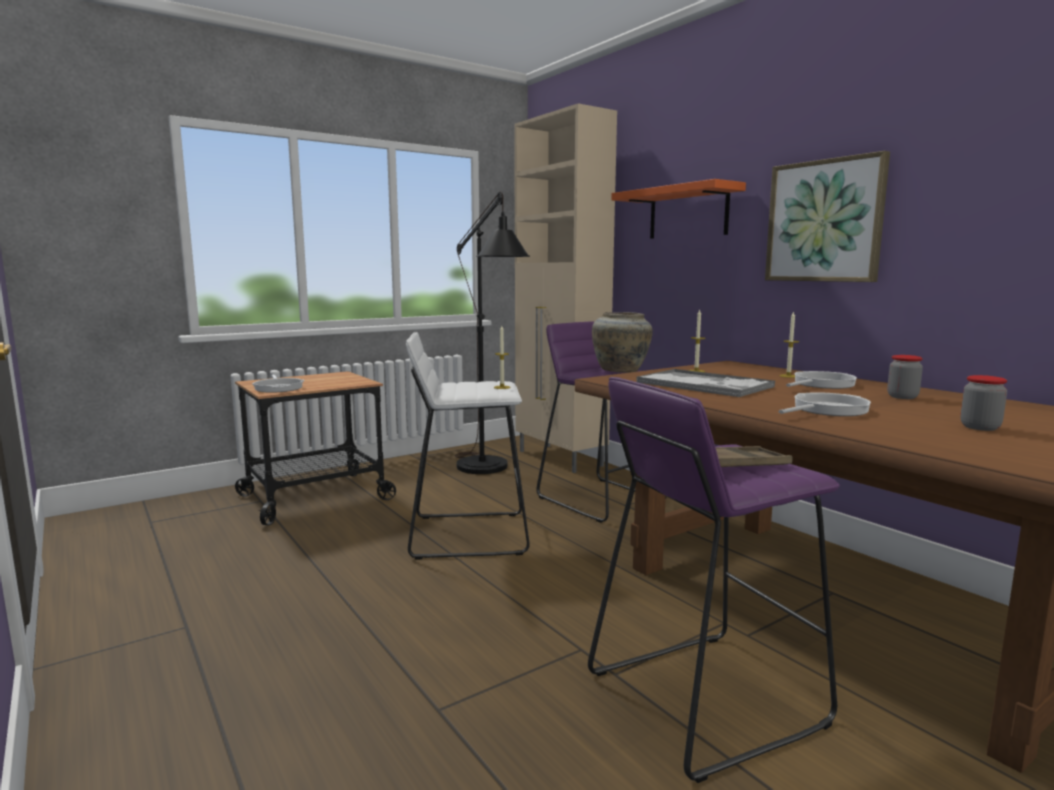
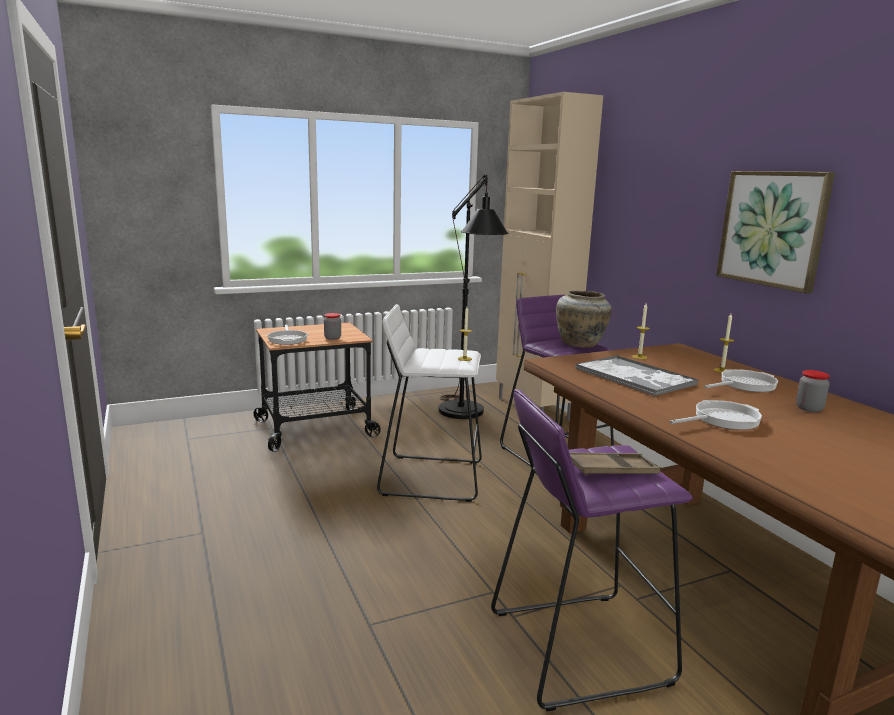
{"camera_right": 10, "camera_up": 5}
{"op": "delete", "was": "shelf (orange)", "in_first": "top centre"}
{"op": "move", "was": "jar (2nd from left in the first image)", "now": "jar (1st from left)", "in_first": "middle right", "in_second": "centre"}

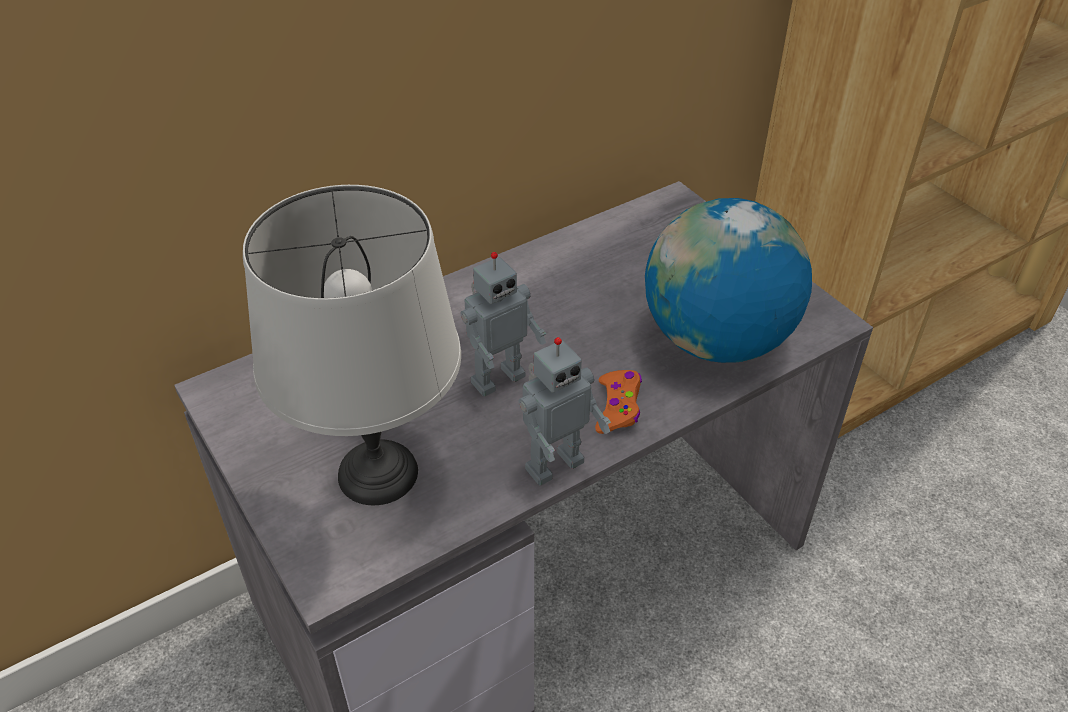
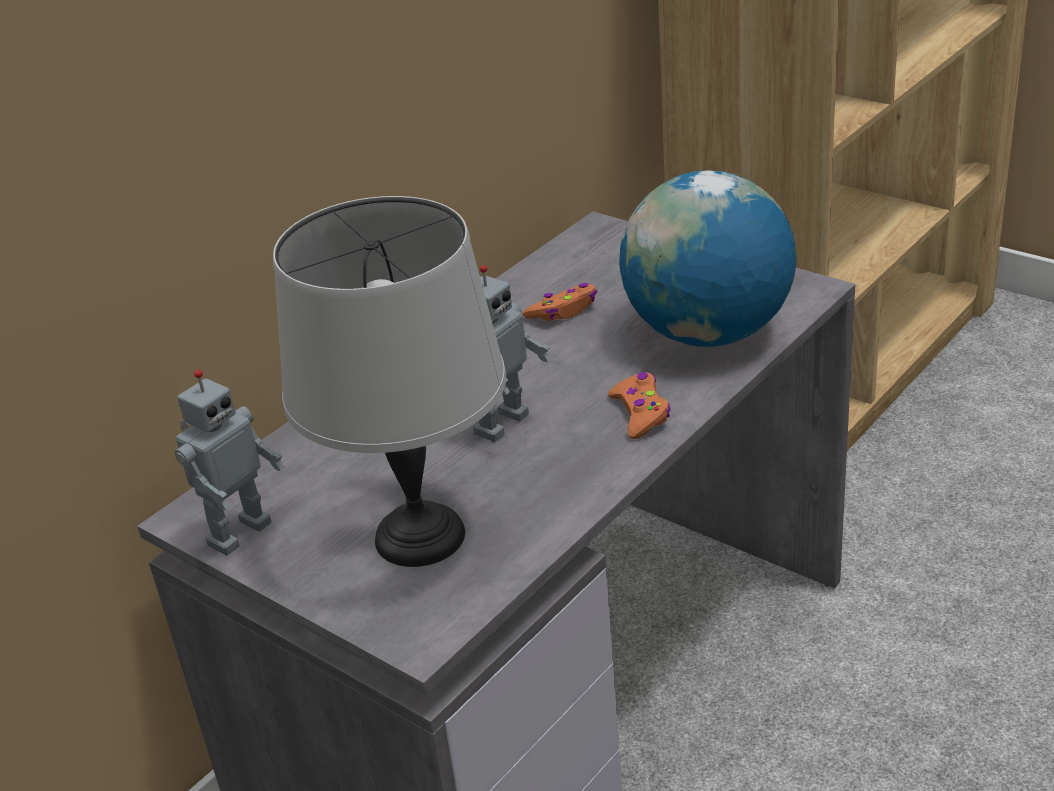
{"camera_right": -15, "camera_up": -10}
{"op": "move", "was": "toy robot (2nd from left in the first image)", "now": "toy robot (1st from left)", "in_first": "centre", "in_second": "middle left"}
{"op": "insert", "now": "game controller (orange) (1st from left)", "in_second": "centre"}

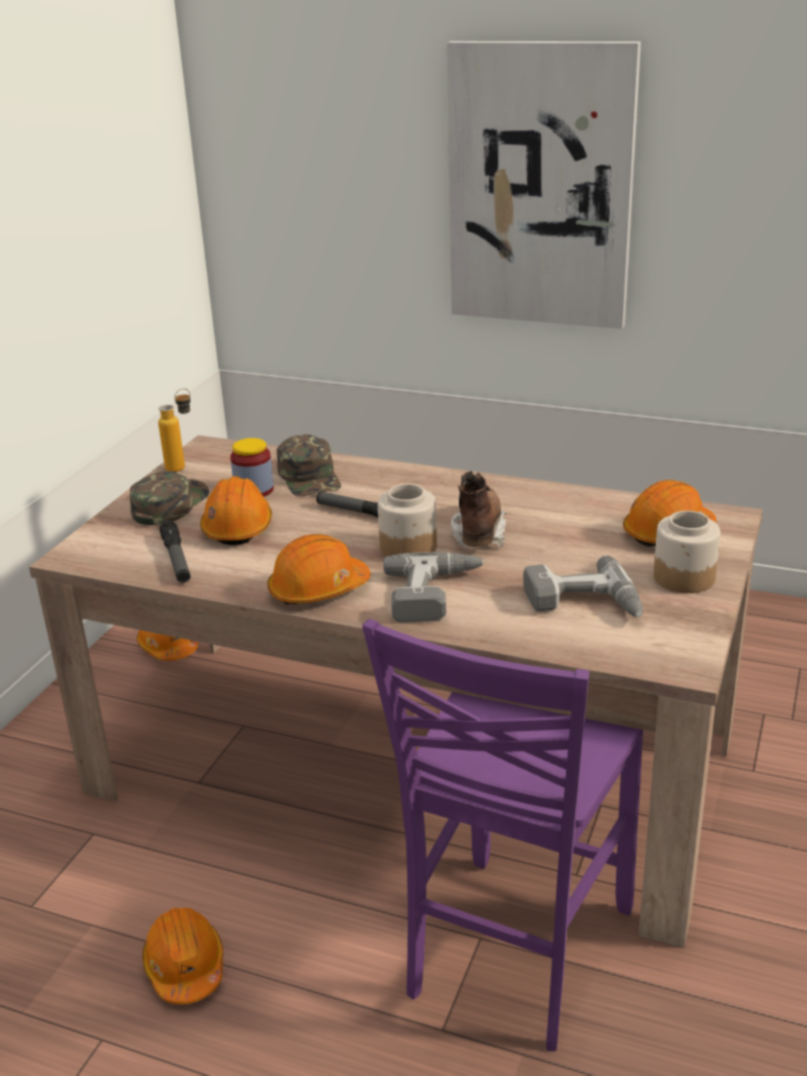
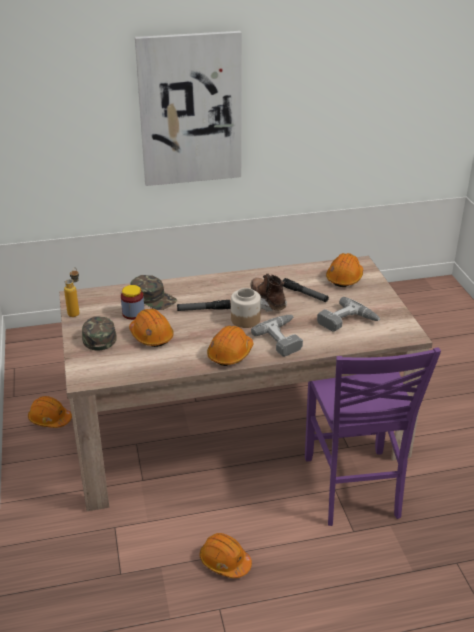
{"camera_right": -35, "camera_up": 5}
{"op": "move", "was": "flashlight (1st from left in the first image)", "now": "flashlight (2nd from left)", "in_first": "middle left", "in_second": "centre"}
{"op": "delete", "was": "jar (3rd from left)", "in_first": "middle right"}

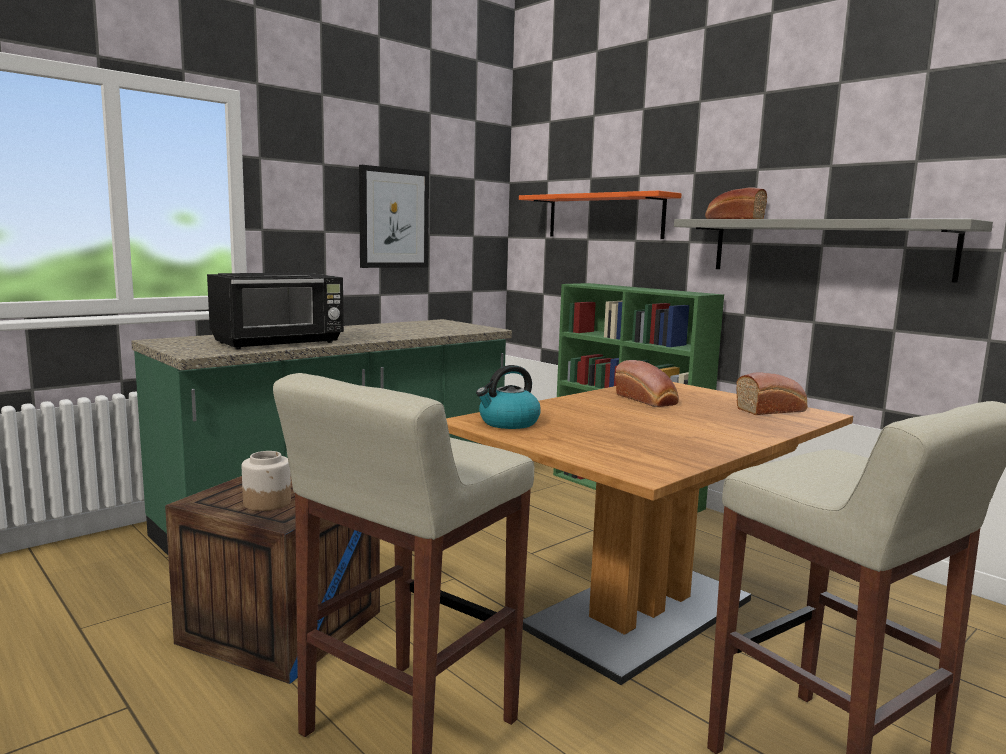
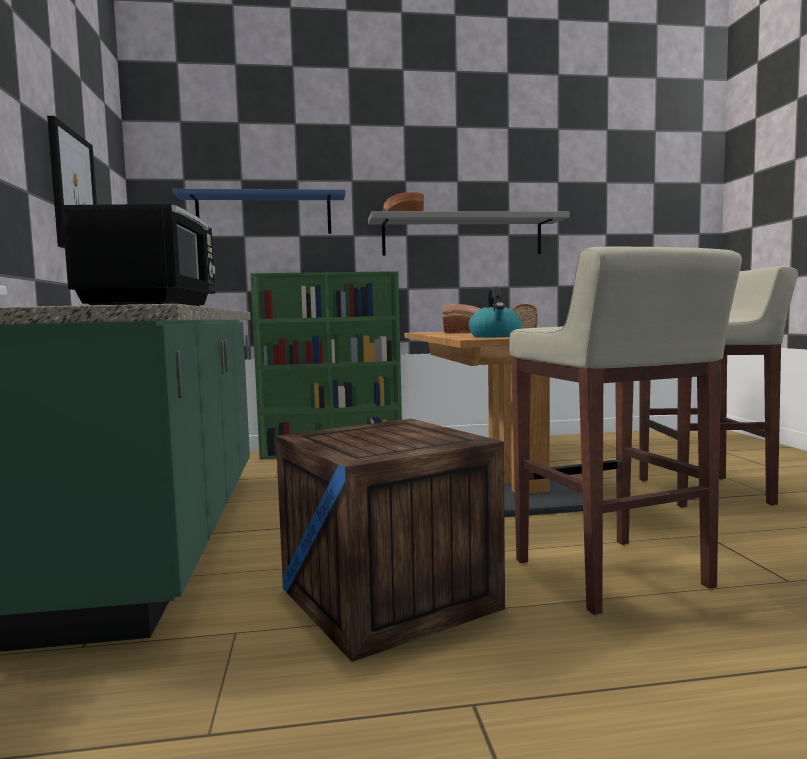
{"camera_right": -55, "camera_up": -5}
{"op": "delete", "was": "jar", "in_first": "middle left"}
{"op": "recolor", "was": "shelf (orange)", "now": "shelf (blue)", "in_first": "top centre", "in_second": "top left"}

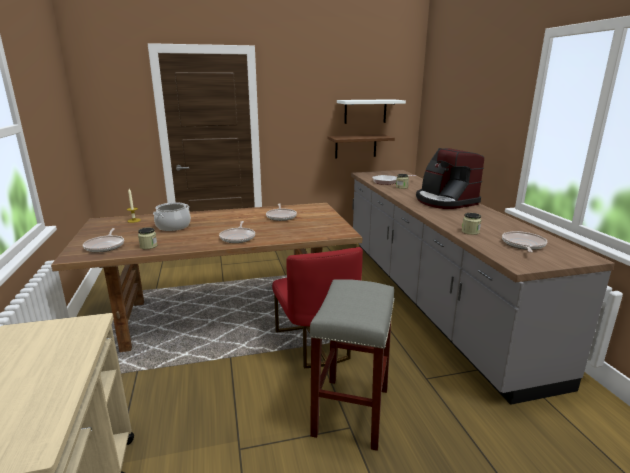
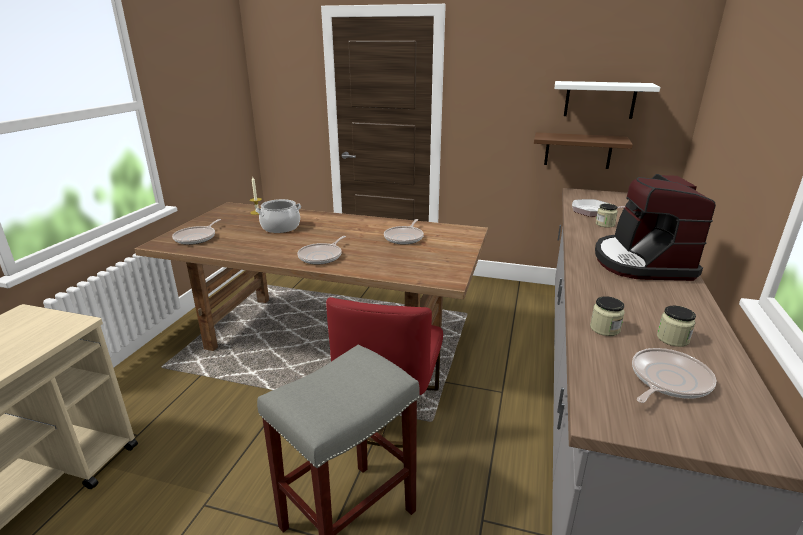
{"camera_right": 30, "camera_up": 5}
{"op": "move", "was": "jar (1st from left in the first image)", "now": "jar (3rd from left)", "in_first": "middle left", "in_second": "middle right"}

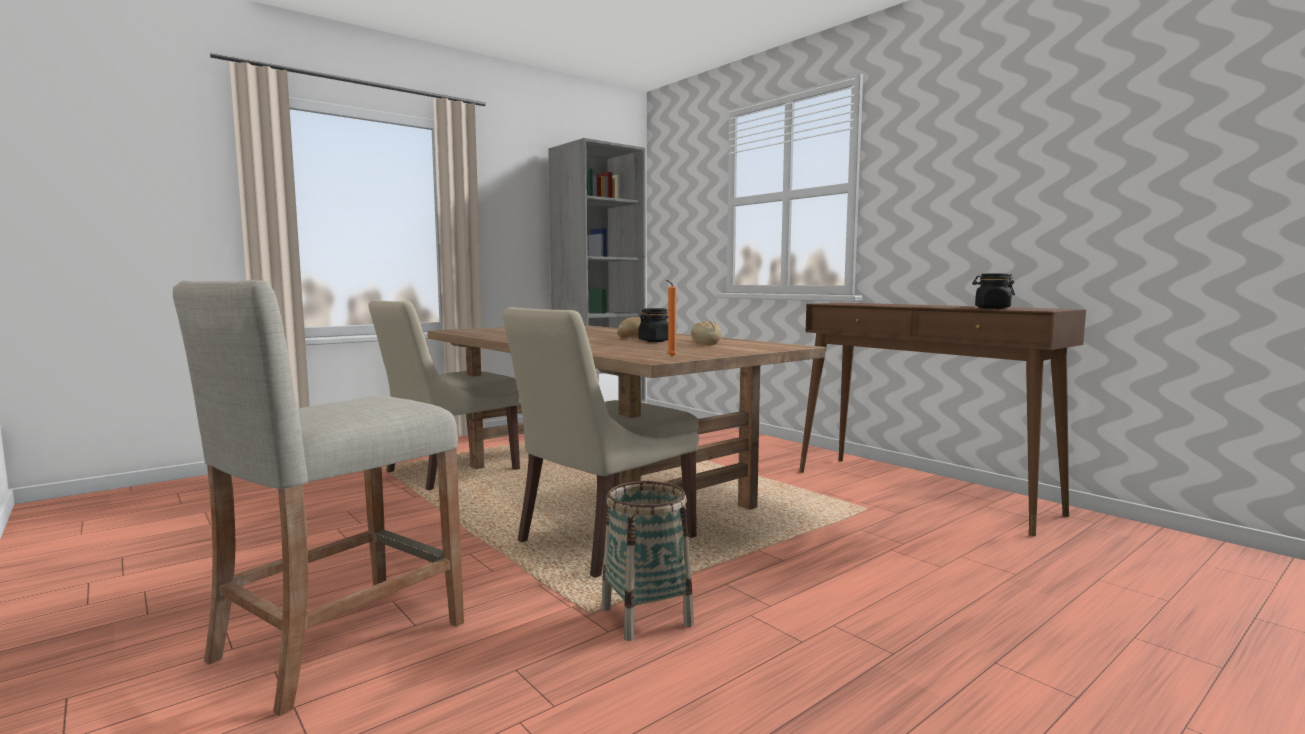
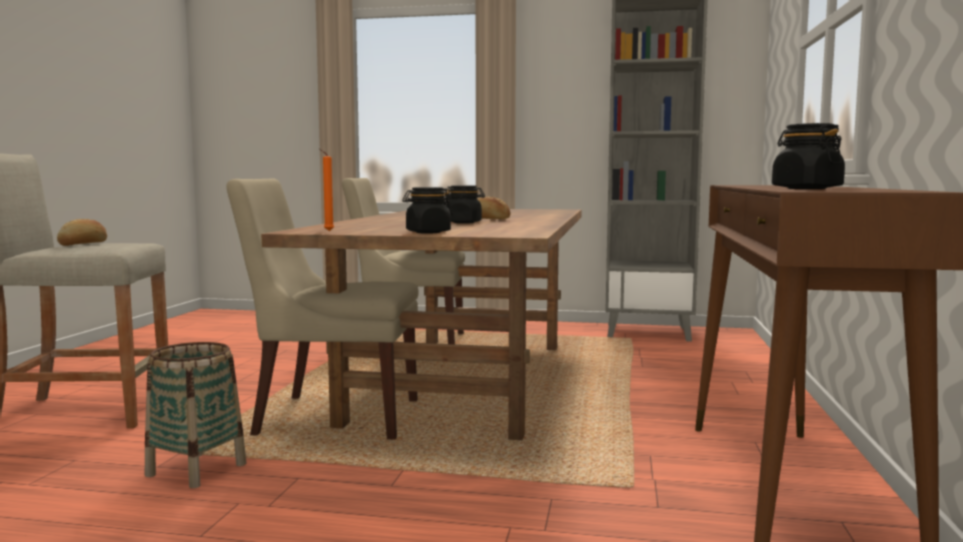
{"camera_right": 50, "camera_up": 0}
{"op": "move", "was": "bread (2nd from left in the first image)", "now": "bread (1st from left)", "in_first": "centre", "in_second": "middle left"}
{"op": "insert", "now": "jar (black) (1st from left)", "in_second": "centre"}

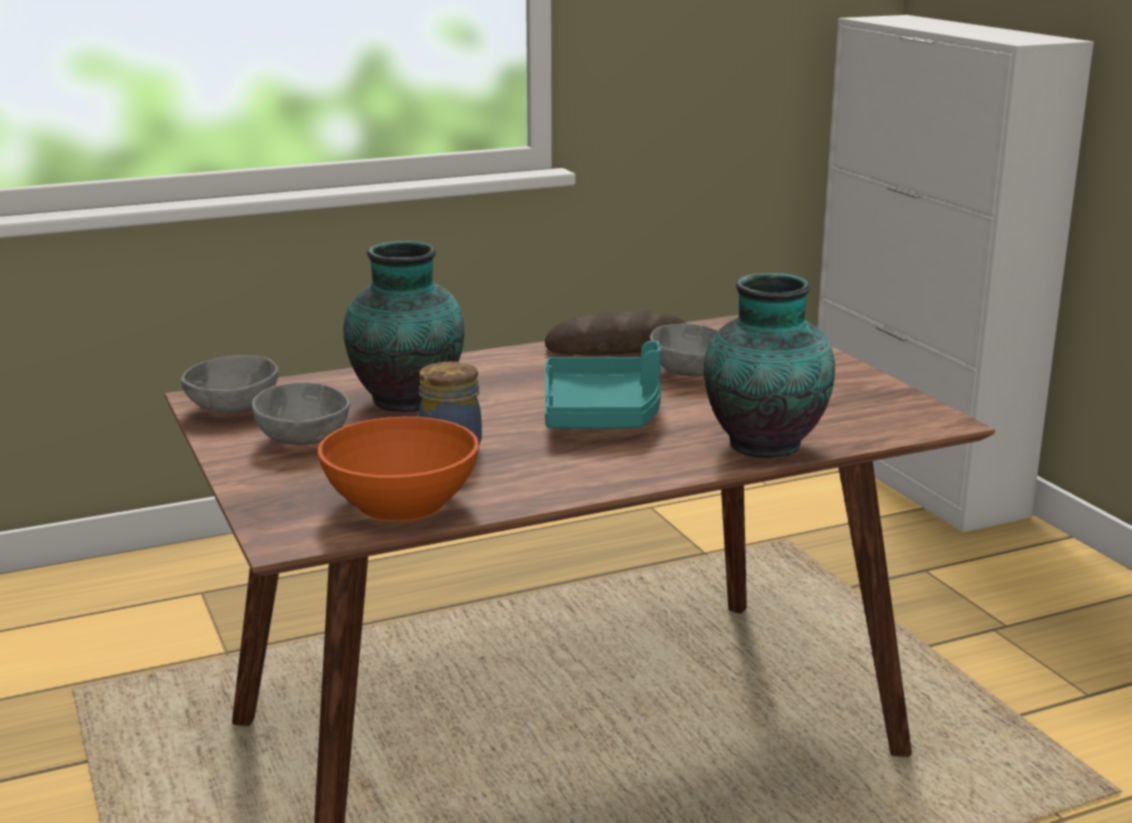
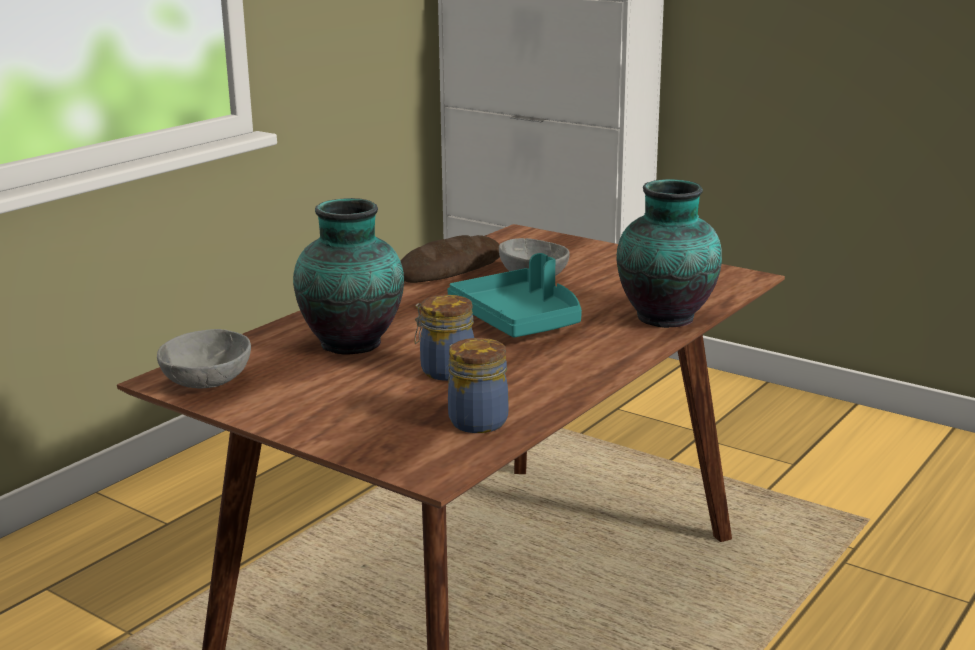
{"camera_right": -30, "camera_up": 0}
{"op": "delete", "was": "bowl (grey) (2nd from left)", "in_first": "middle left"}
{"op": "replace", "was": "bowl (orange)", "now": "jar (2nd from left)", "in_first": "centre", "in_second": "centre"}

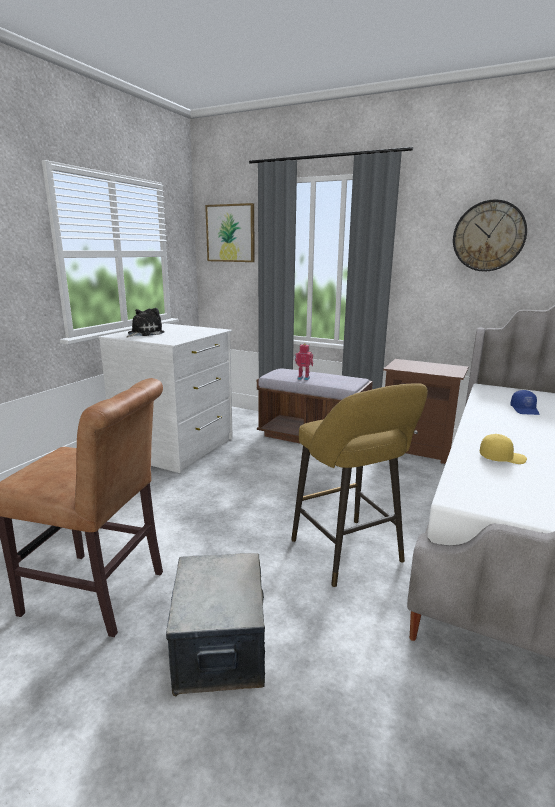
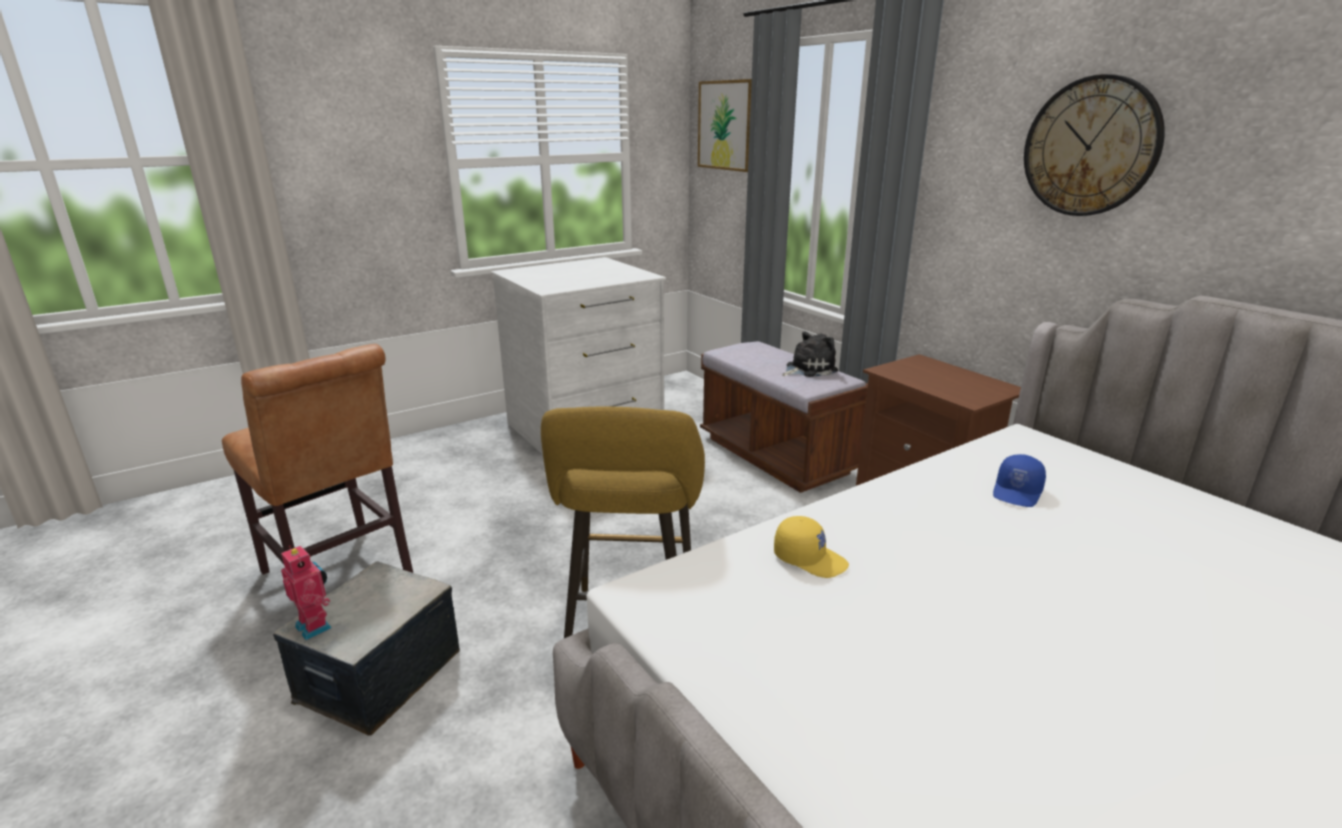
{"camera_right": 30, "camera_up": 5}
{"op": "move", "was": "plush toy", "in_first": "middle left", "in_second": "centre"}
{"op": "move", "was": "toy robot", "in_first": "centre", "in_second": "bottom left"}

